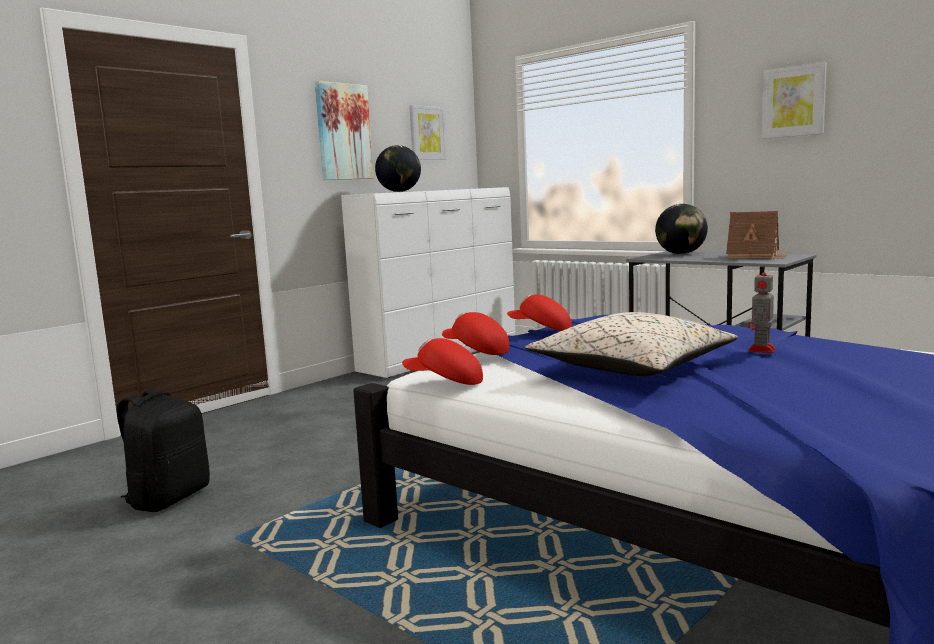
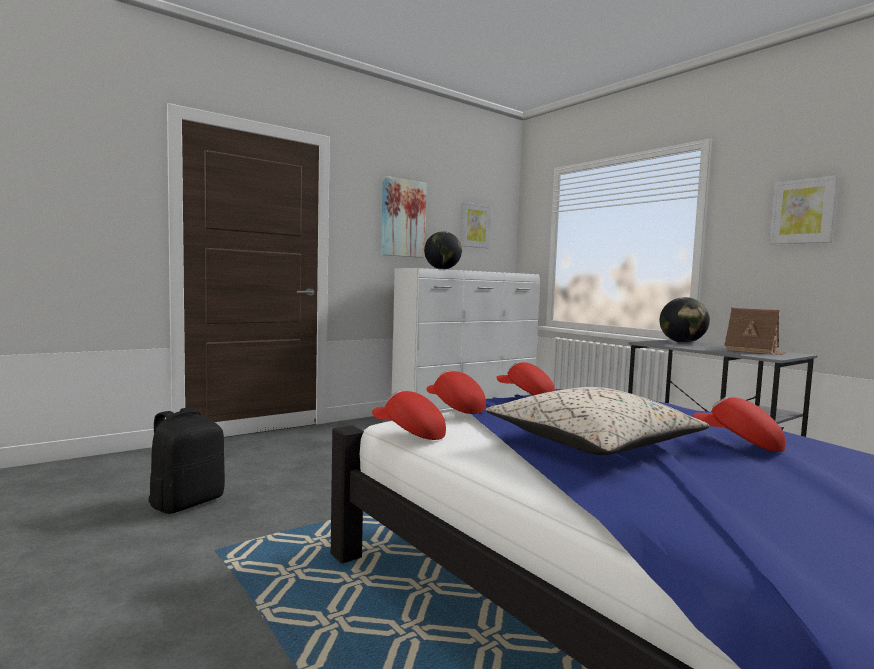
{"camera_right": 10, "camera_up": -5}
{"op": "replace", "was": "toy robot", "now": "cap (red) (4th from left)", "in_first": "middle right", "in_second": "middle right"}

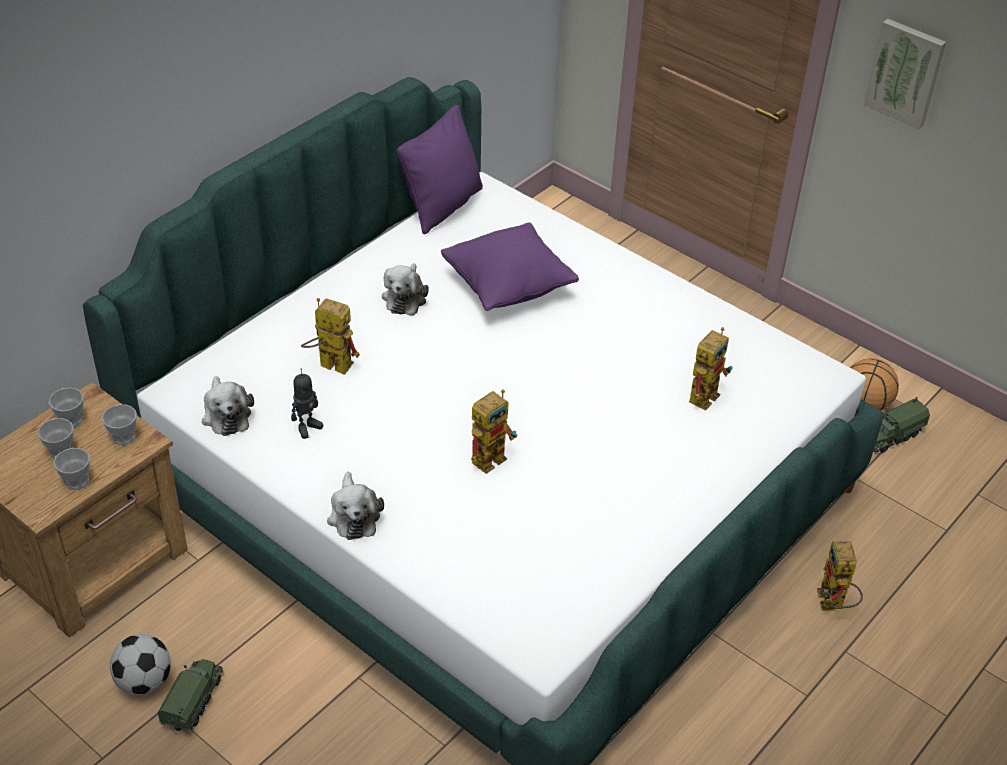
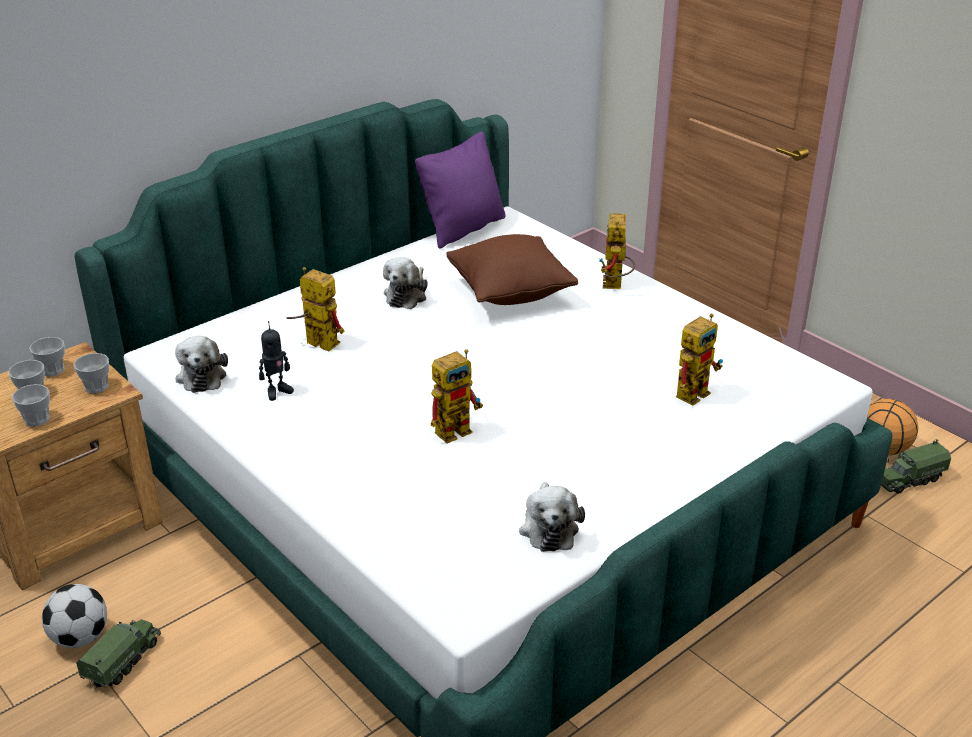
{"camera_right": 10, "camera_up": -10}
{"op": "move", "was": "plush toy (2nd from left in the first image)", "now": "plush toy (3rd from left)", "in_first": "centre", "in_second": "bottom centre"}
{"op": "recolor", "was": "pillow (purple) (2nd from left)", "now": "pillow (brown)", "in_first": "centre", "in_second": "centre"}
{"op": "move", "was": "toy robot (5th from left in the first image)", "now": "toy robot (4th from left)", "in_first": "bottom right", "in_second": "centre"}
{"op": "delete", "was": "picture", "in_first": "top right"}

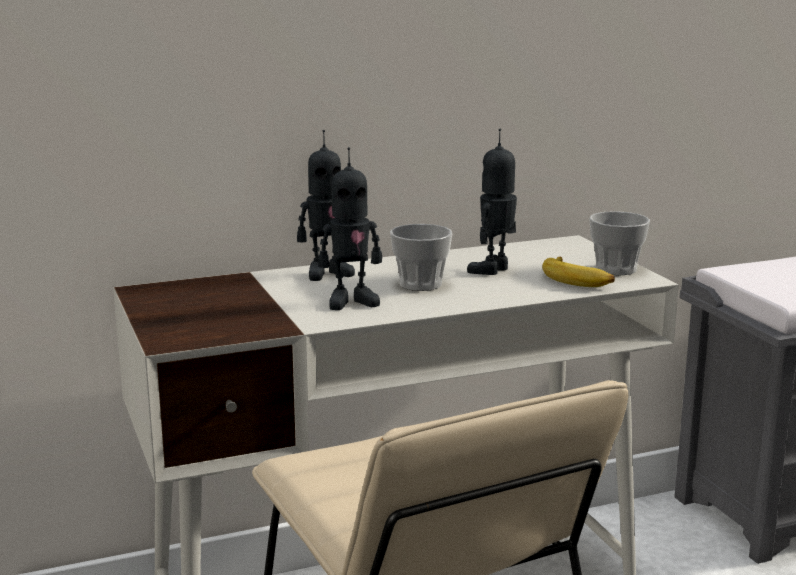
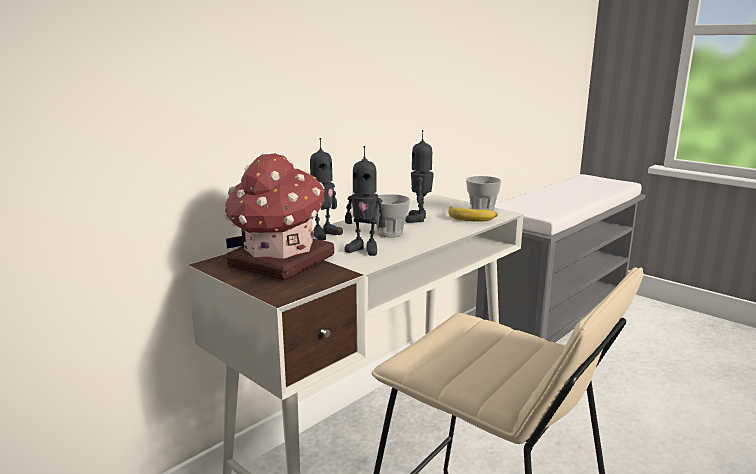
{"camera_right": -25, "camera_up": 0}
{"op": "rotate", "was": "toy robot (2nd from left)", "in_first": "centre", "in_second": "centre", "clockwise": 60}
{"op": "insert", "now": "toy house", "in_second": "centre"}

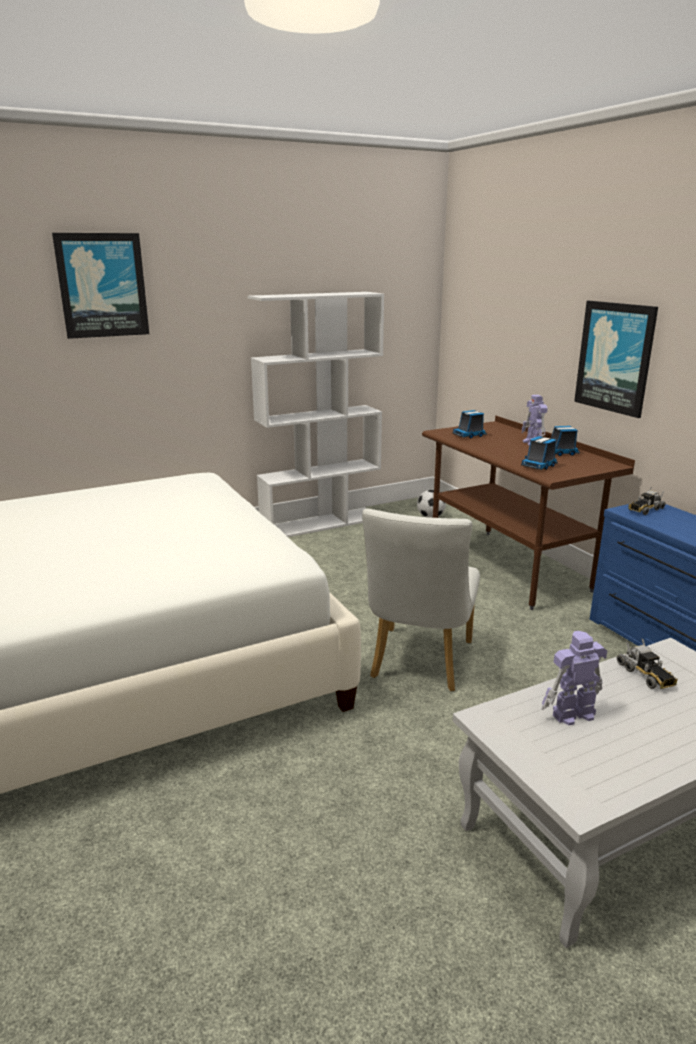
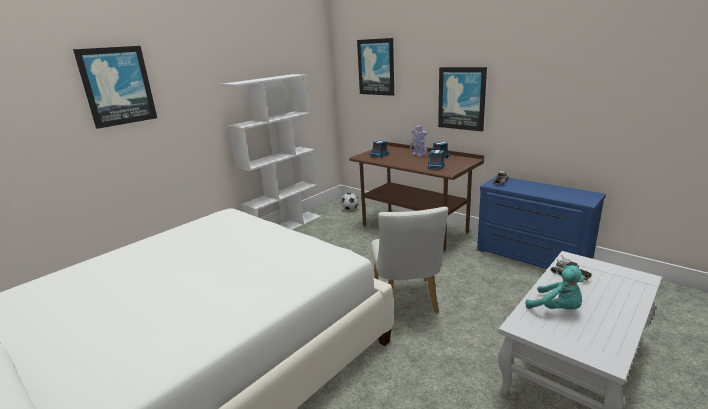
{"camera_right": -20, "camera_up": 0}
{"op": "replace", "was": "toy robot (2nd from left)", "now": "plush toy (turquoise)", "in_first": "middle right", "in_second": "bottom right"}
{"op": "insert", "now": "picture (2nd from left)", "in_second": "top centre"}

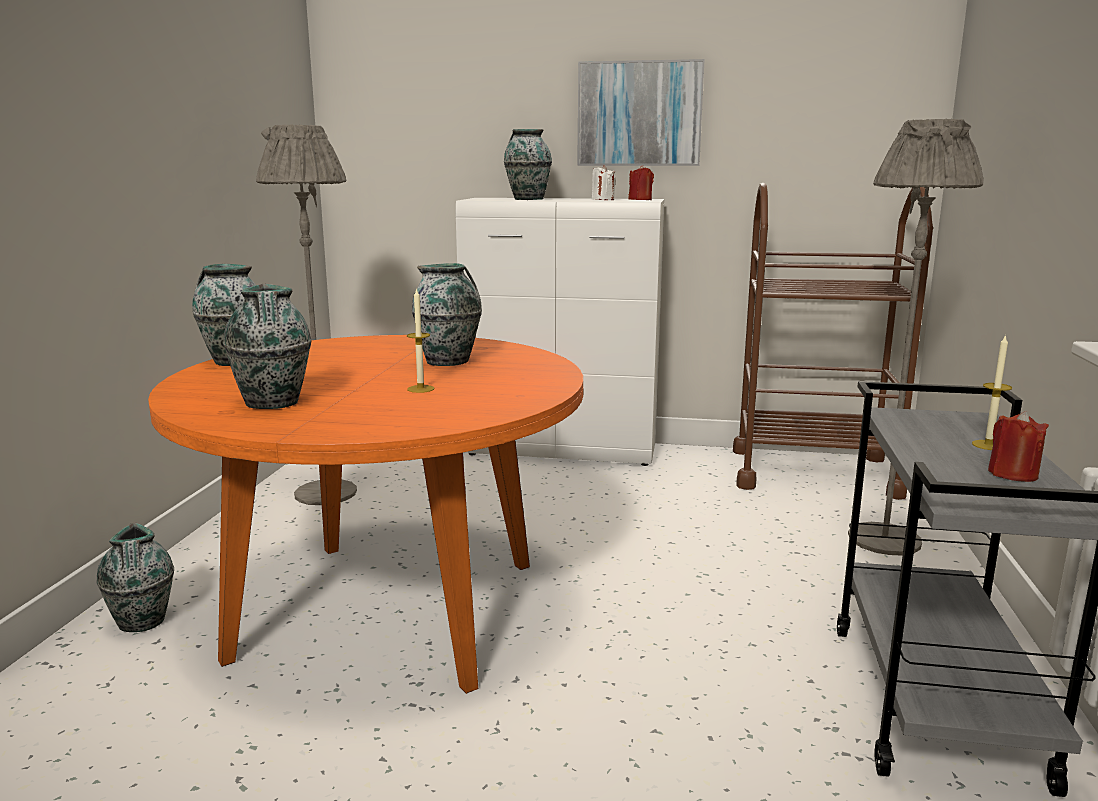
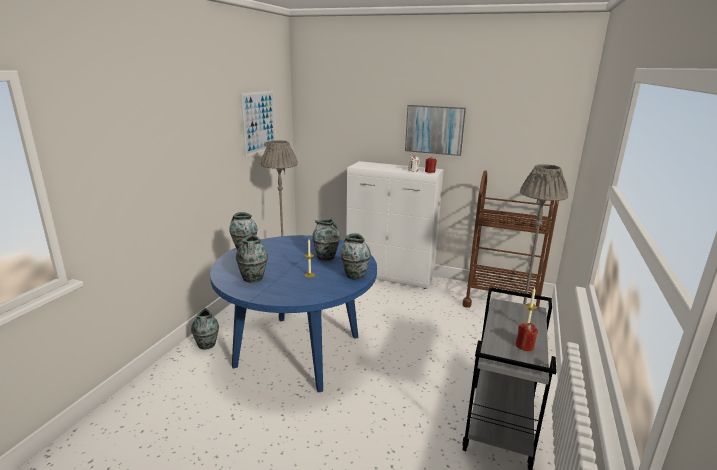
{"camera_right": 10, "camera_up": 5}
{"op": "recolor", "was": "dining table (orange)", "now": "dining table (blue)", "in_first": "middle left", "in_second": "bottom centre"}
{"op": "move", "was": "vase (5th from left)", "in_first": "top centre", "in_second": "centre"}
{"op": "insert", "now": "picture (1st from left)", "in_second": "top centre"}

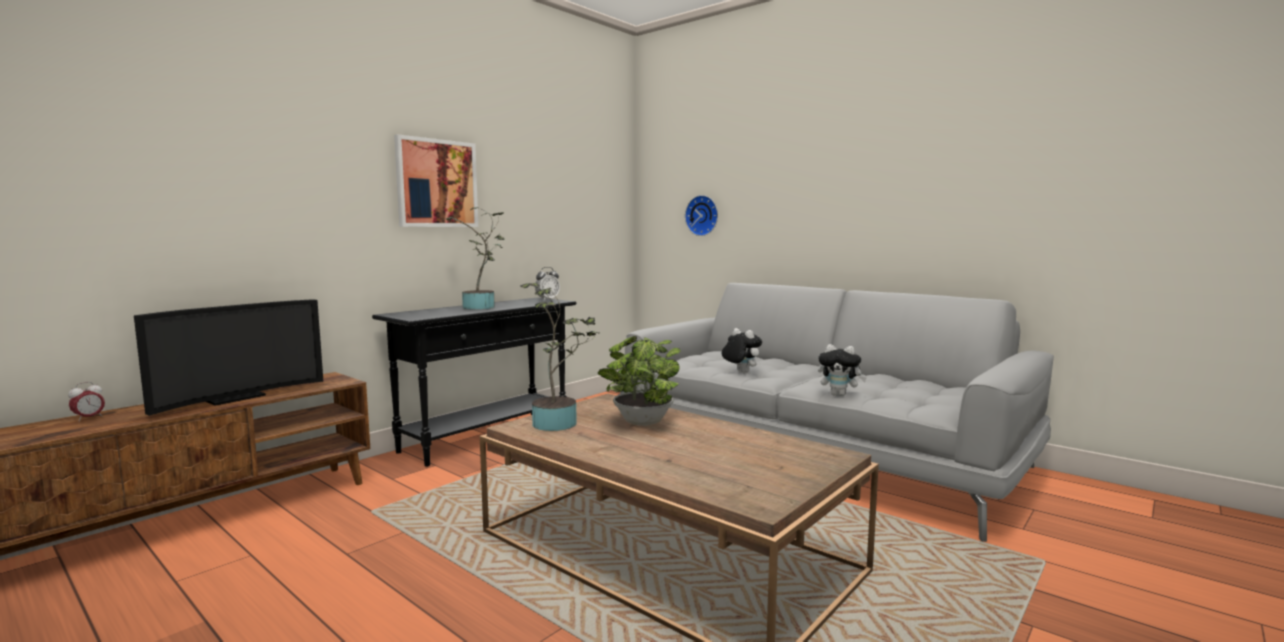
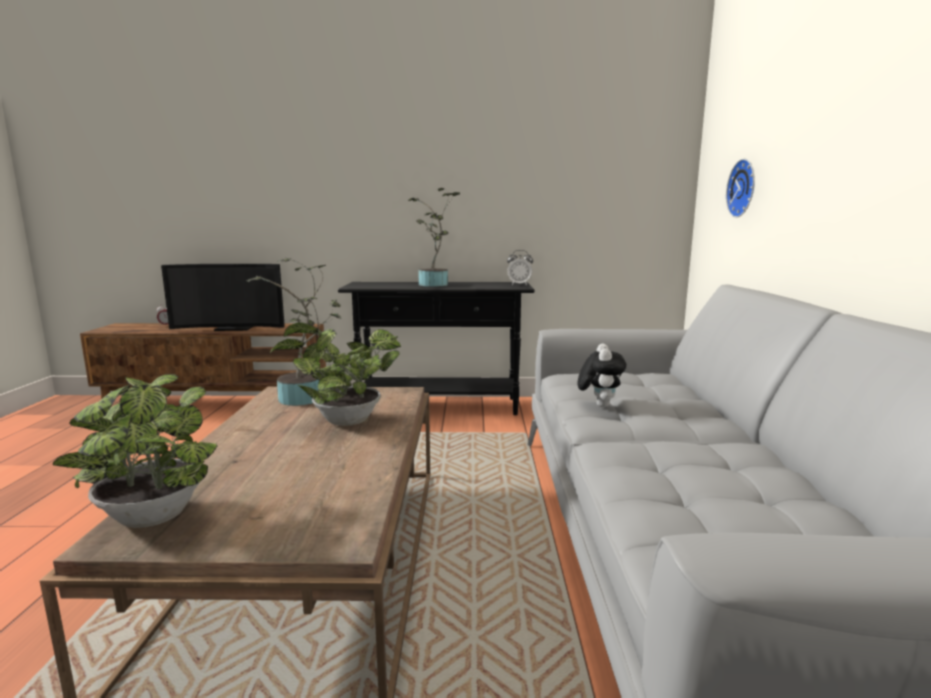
{"camera_right": 50, "camera_up": 5}
{"op": "delete", "was": "picture", "in_first": "top centre"}
{"op": "delete", "was": "plush toy (2nd from left)", "in_first": "centre"}
{"op": "insert", "now": "potted plant (1st from left)", "in_second": "middle left"}

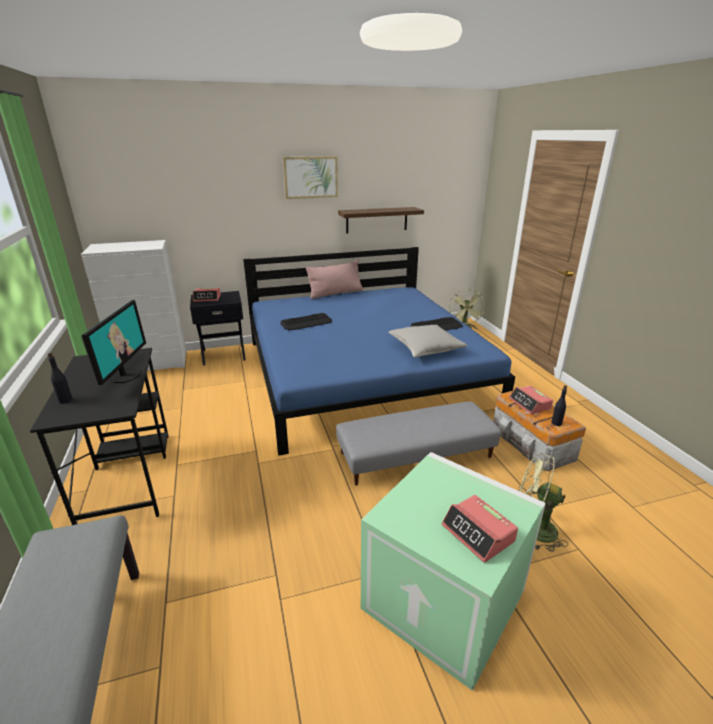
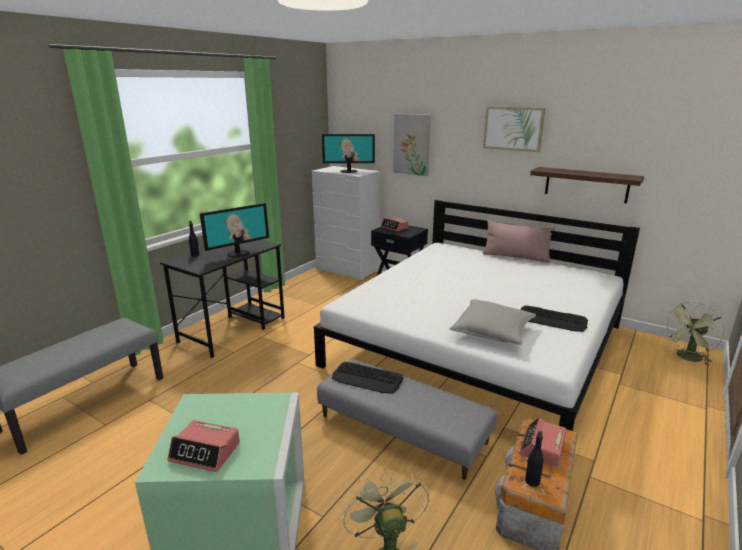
{"camera_right": 50, "camera_up": -5}
{"op": "recolor", "was": "bed (blue)", "now": "bed (white)", "in_first": "centre", "in_second": "centre"}
{"op": "move", "was": "keyboard (1st from left)", "in_first": "centre", "in_second": "bottom centre"}
{"op": "rotate", "was": "alarm clock (2nd from left in the first image)", "in_first": "bottom right", "in_second": "bottom left", "clockwise": -90}
{"op": "insert", "now": "monitor (2nd from left)", "in_second": "top centre"}
{"op": "insert", "now": "picture (1st from left)", "in_second": "top centre"}

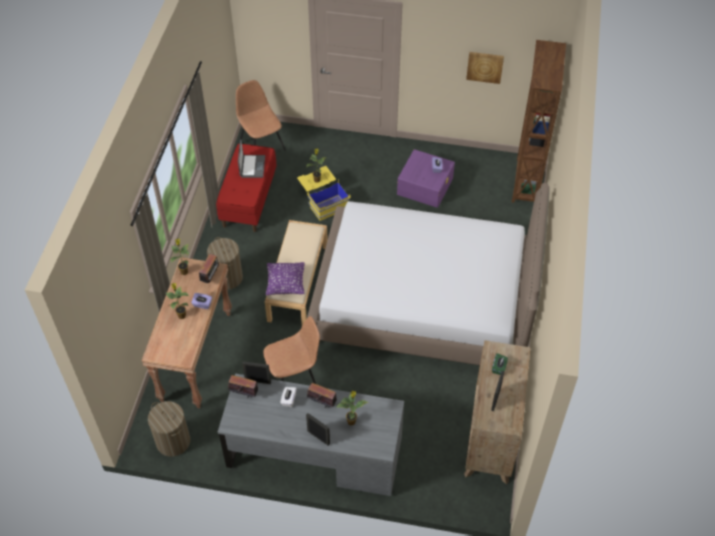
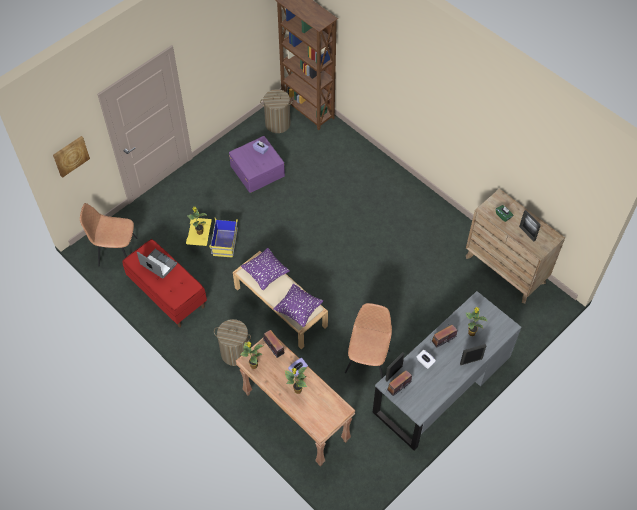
{"camera_right": -55, "camera_up": 5}
{"op": "move", "was": "laundry basket (1st from left in the first image)", "now": "laundry basket (2nd from left)", "in_first": "bottom left", "in_second": "top centre"}
{"op": "delete", "was": "bed", "in_first": "centre"}
{"op": "move", "was": "picture", "in_first": "top right", "in_second": "top left"}
{"op": "insert", "now": "pillow (purple) (1st from left)", "in_second": "centre"}

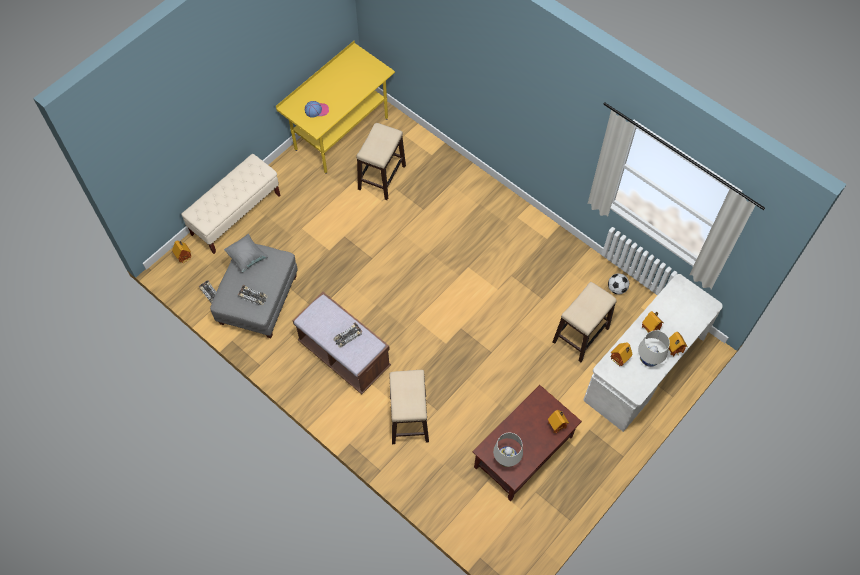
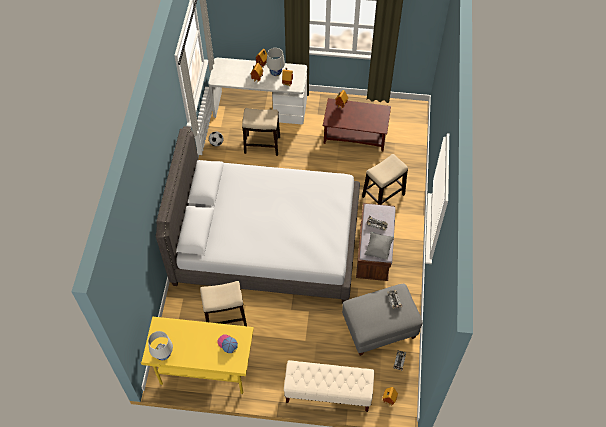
{"camera_right": -125, "camera_up": -5}
{"op": "move", "was": "pillow (grey)", "in_first": "middle left", "in_second": "centre"}
{"op": "move", "was": "table lamp (white) (1st from left)", "in_first": "bottom centre", "in_second": "bottom left"}
{"op": "insert", "now": "bed (grey)", "in_second": "centre"}

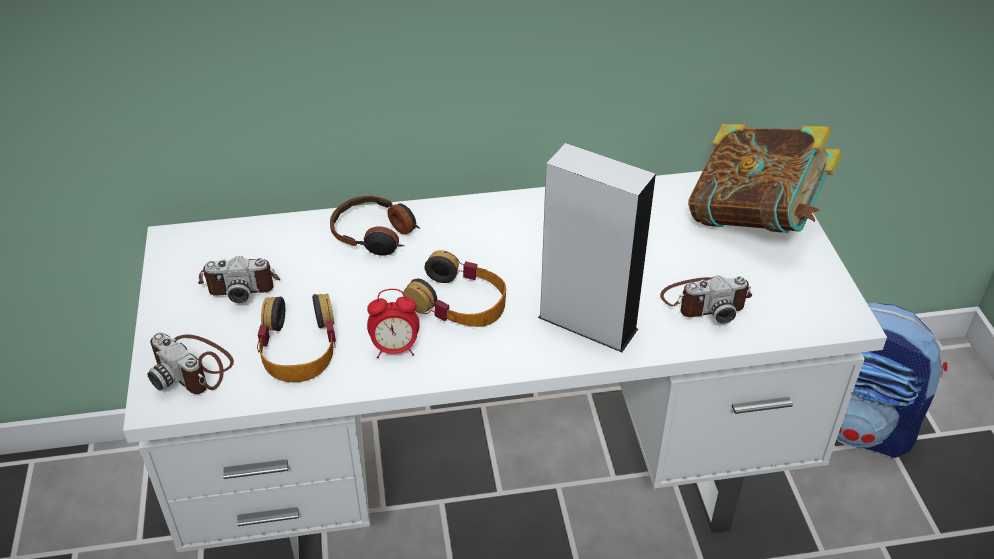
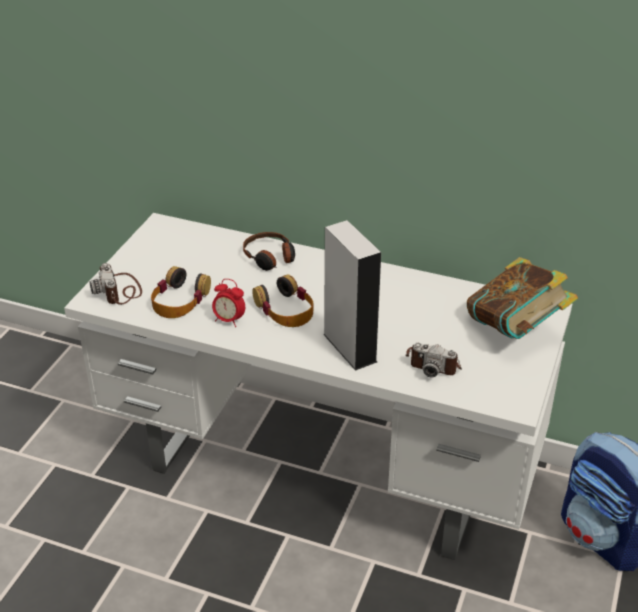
{"camera_right": 30, "camera_up": -5}
{"op": "delete", "was": "photo camera (2nd from left)", "in_first": "middle left"}

